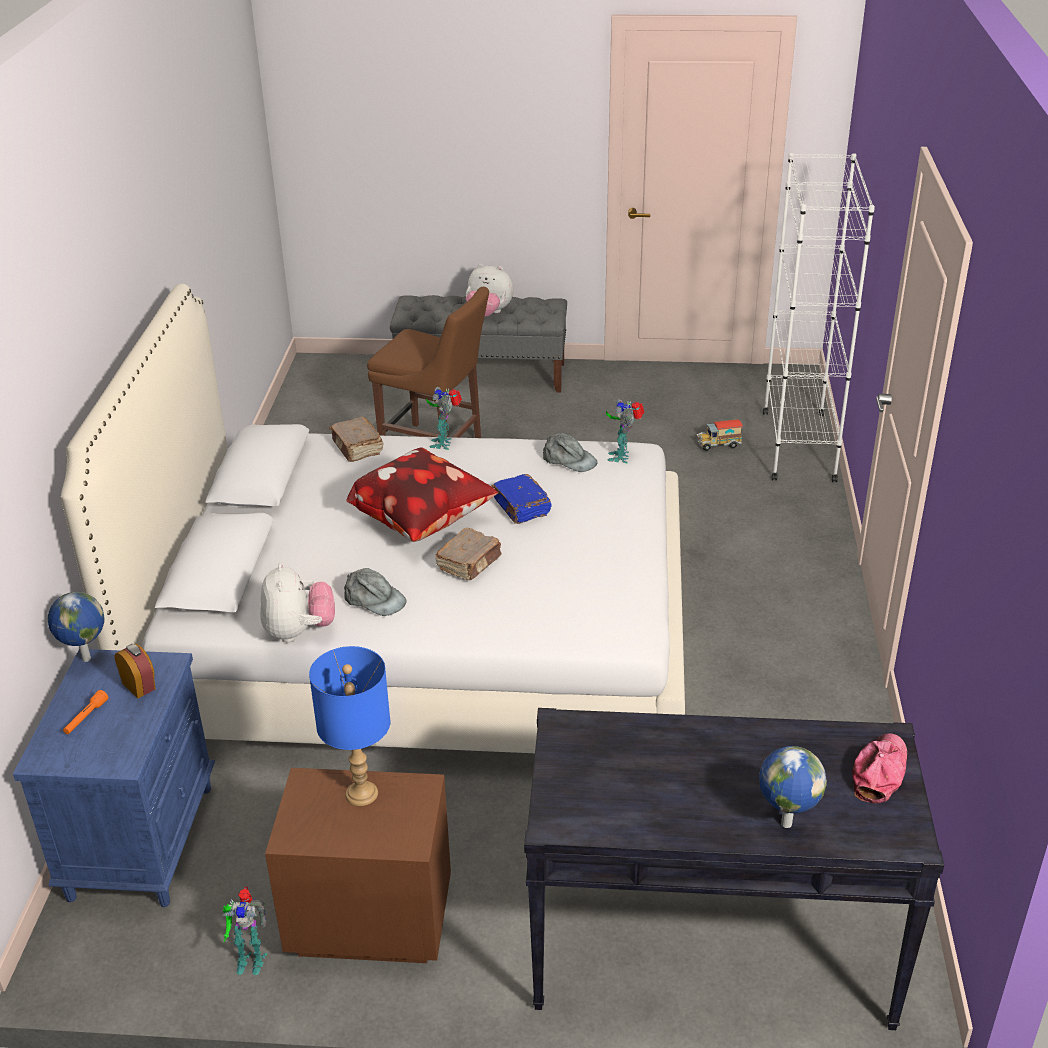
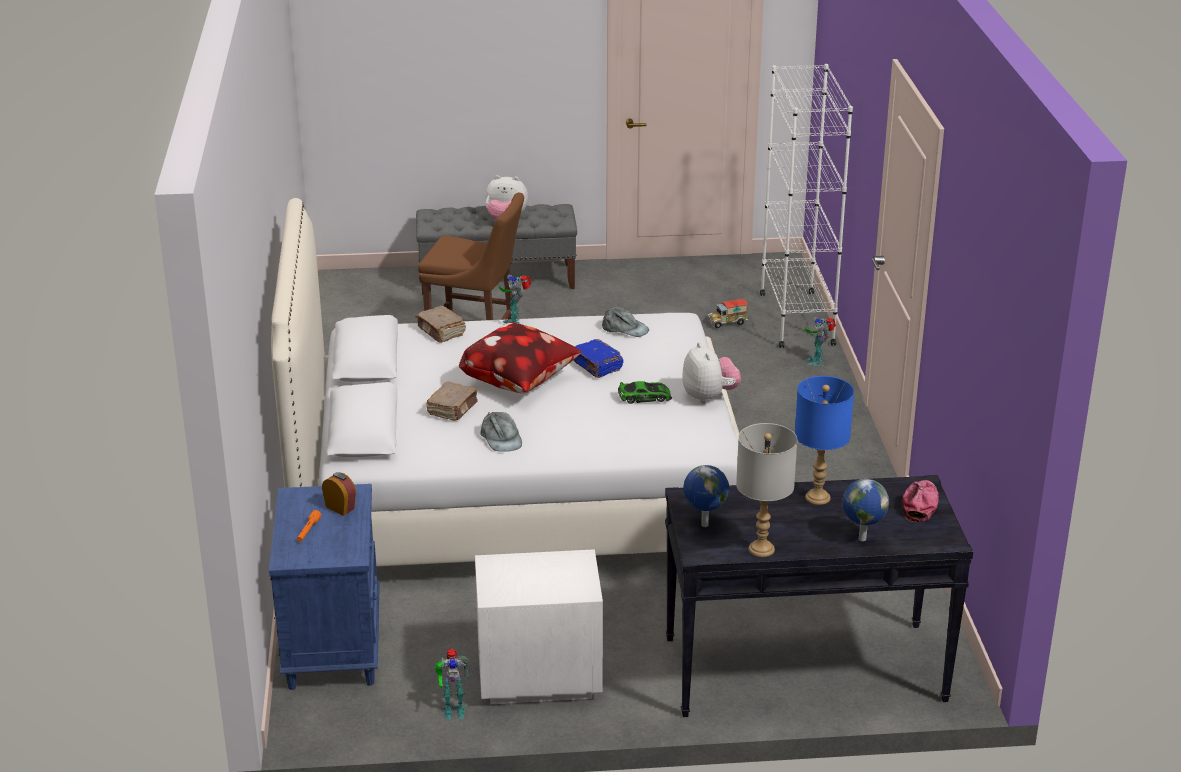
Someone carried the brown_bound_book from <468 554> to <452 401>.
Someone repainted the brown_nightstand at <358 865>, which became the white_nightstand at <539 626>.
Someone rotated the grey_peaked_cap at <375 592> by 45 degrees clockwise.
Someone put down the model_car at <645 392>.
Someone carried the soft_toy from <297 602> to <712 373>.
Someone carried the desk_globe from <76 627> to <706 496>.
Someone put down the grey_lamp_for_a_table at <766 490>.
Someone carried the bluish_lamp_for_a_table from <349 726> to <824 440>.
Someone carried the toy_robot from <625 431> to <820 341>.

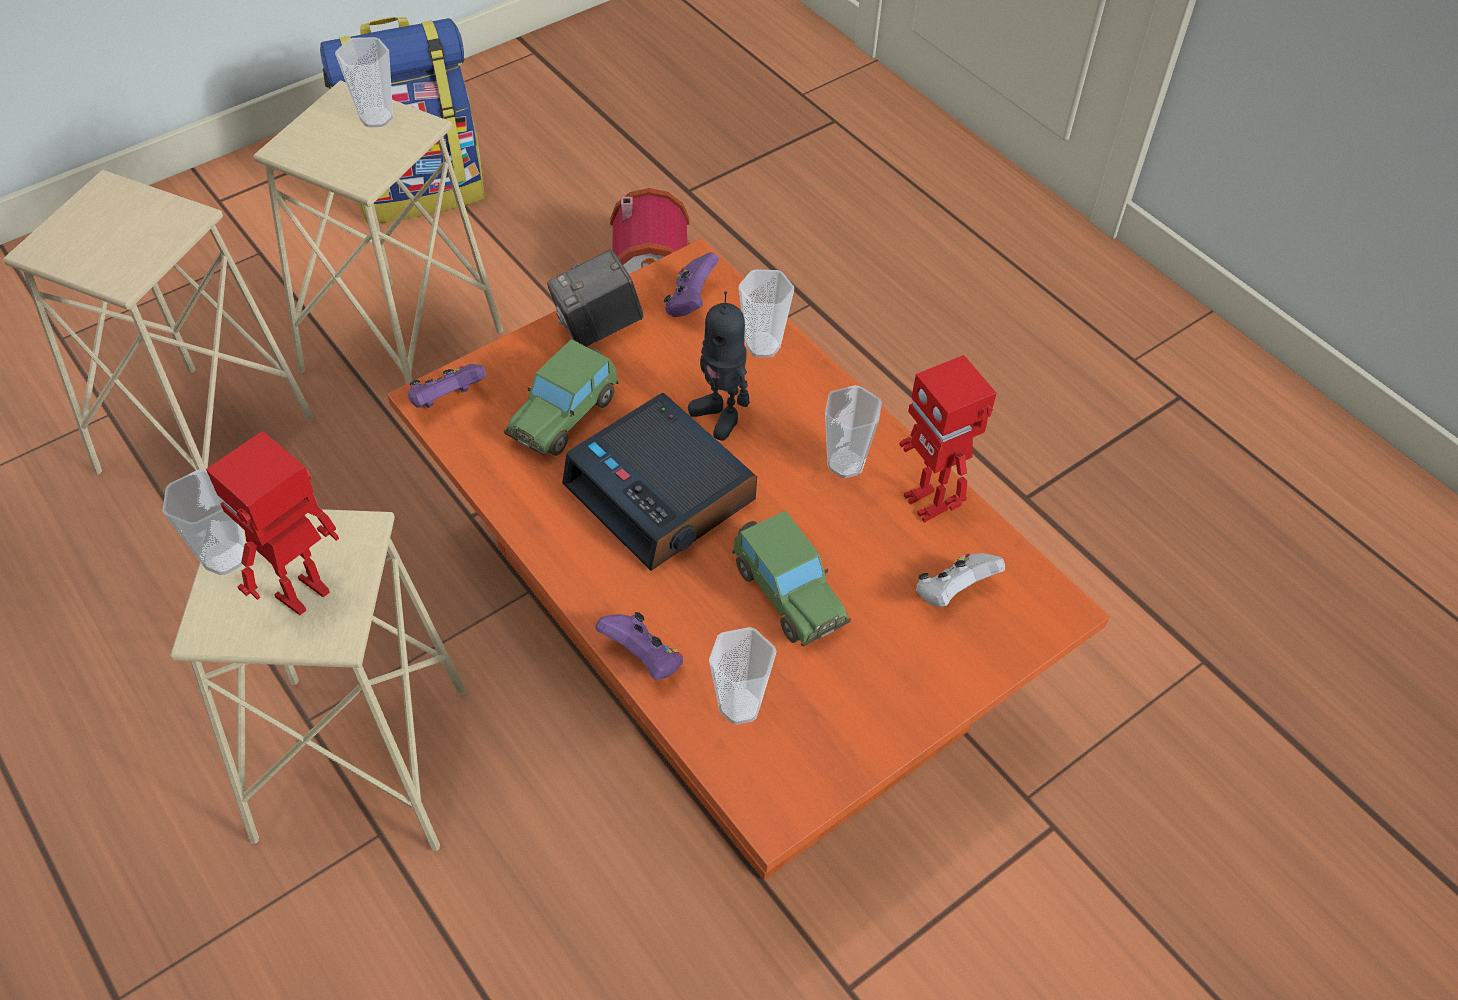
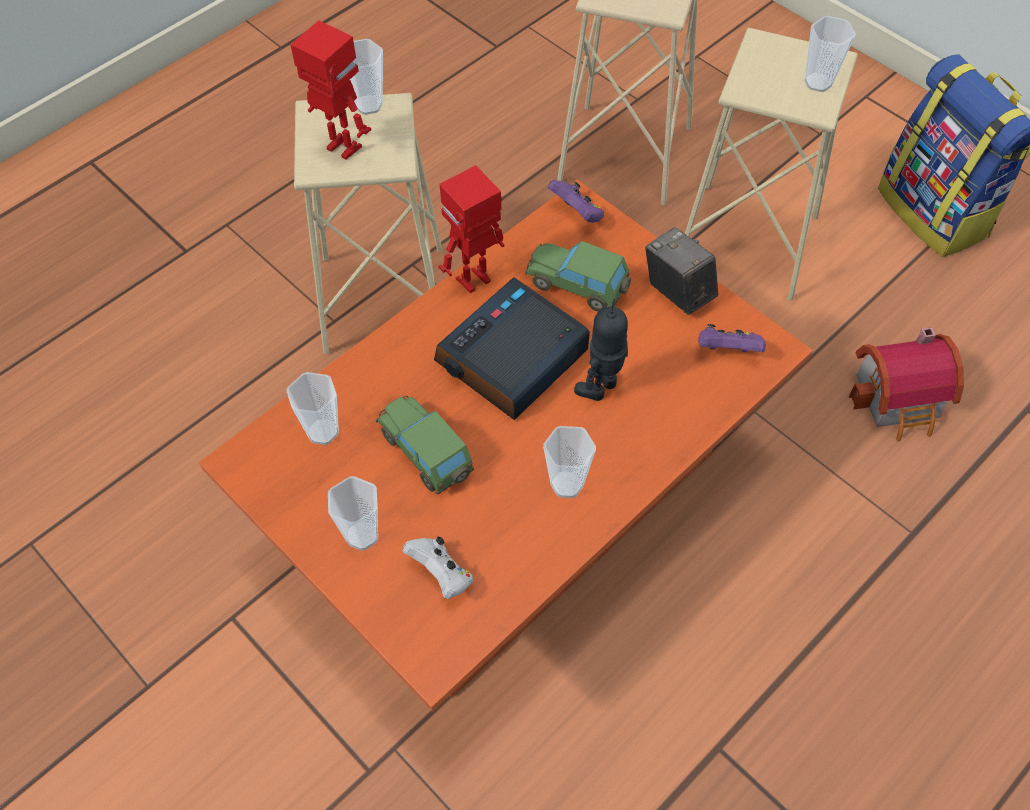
Someone carried the drinking_cup from <766 313> to <353 513>.
Someone rotated the model_car at <791 578> by 90 degrees clockwise.
Someone carried the toy_robot from <948 439> to <471 229>.
Someone took away the purple_gamepad at <639 646>.

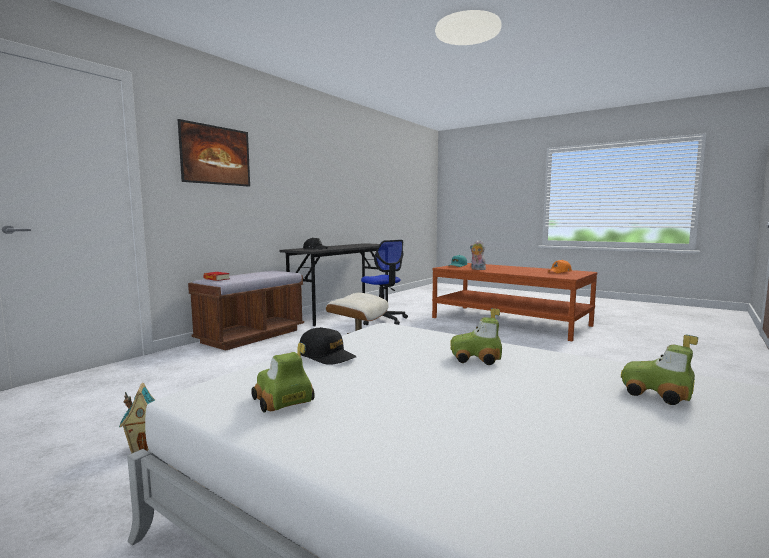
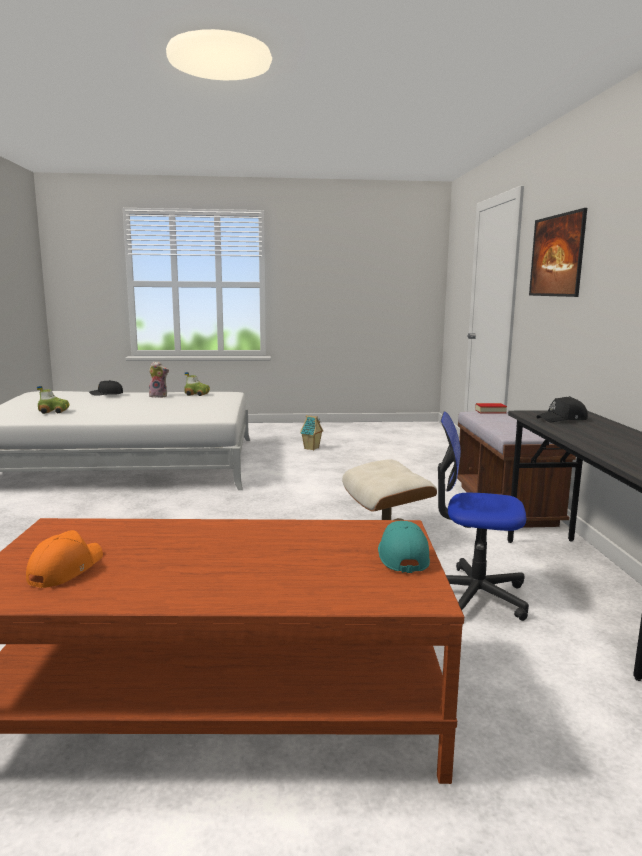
Someone carried the black_peaked_cap from <328 346> to <106 388>.
Someone carried the soft_toy from <478 255> to <159 380>.
Someone took away the model_car at <476 336>.

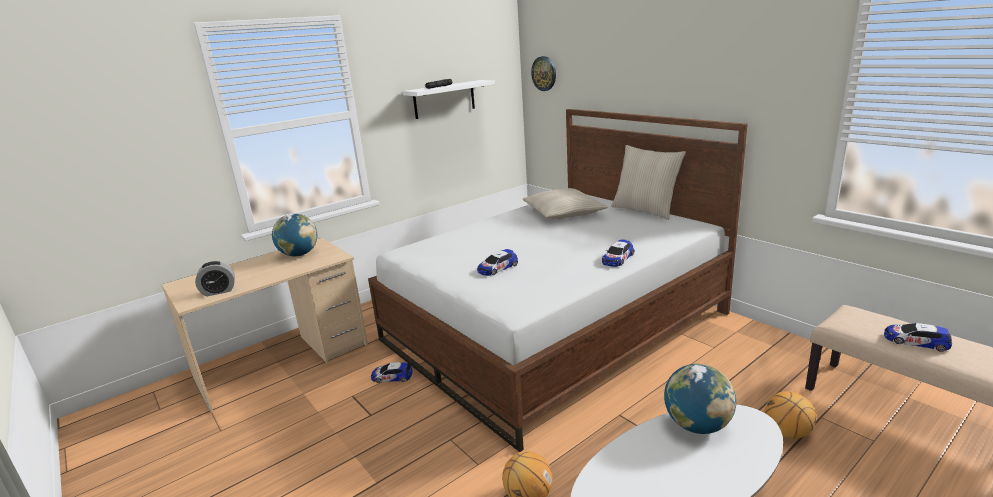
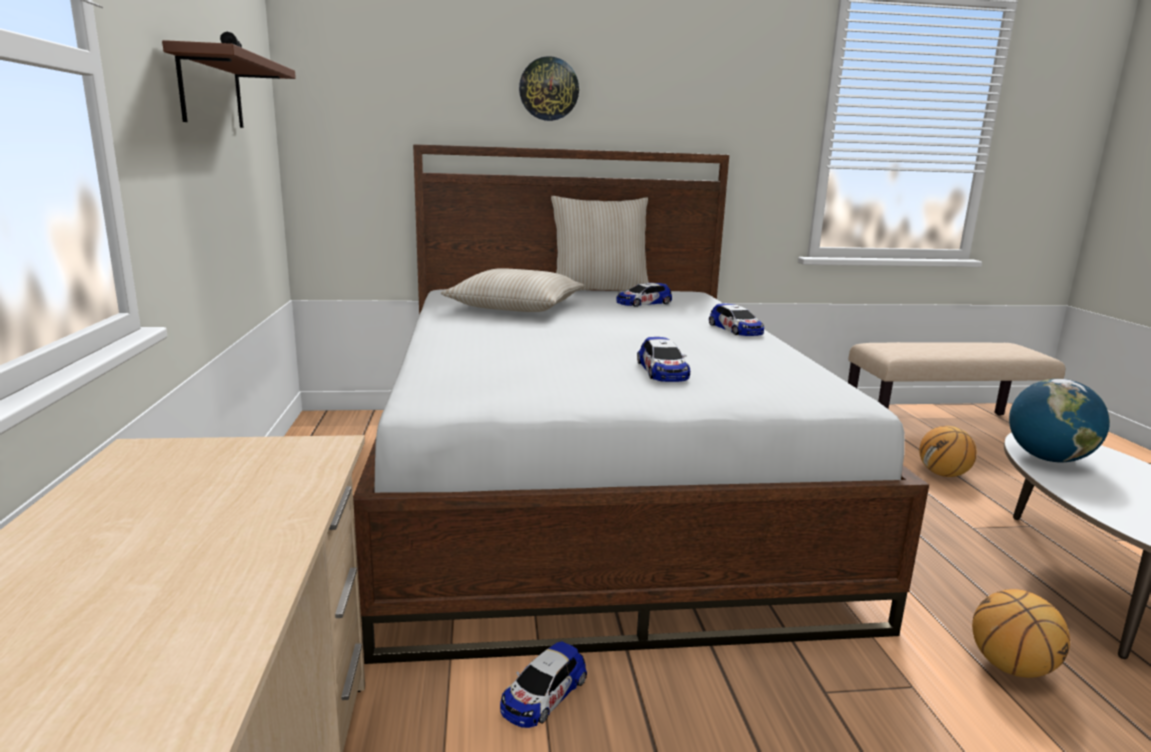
Someone repainted the white_wall_shelf at <449 99>, which became the brown_wall_shelf at <229 84>.
Someone carried the wall_clock from <543 73> to <549 88>.
Someone carried the model_car from <918 337> to <644 295>.
Someone took away the table_clock at <215 278>.
Someone took away the desk_globe at <294 235>.

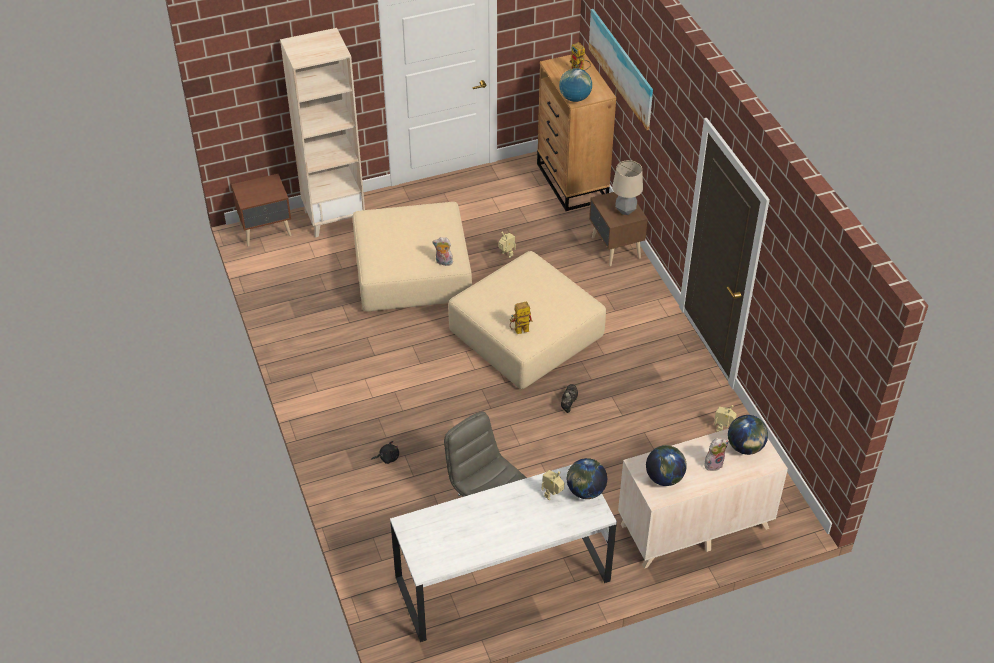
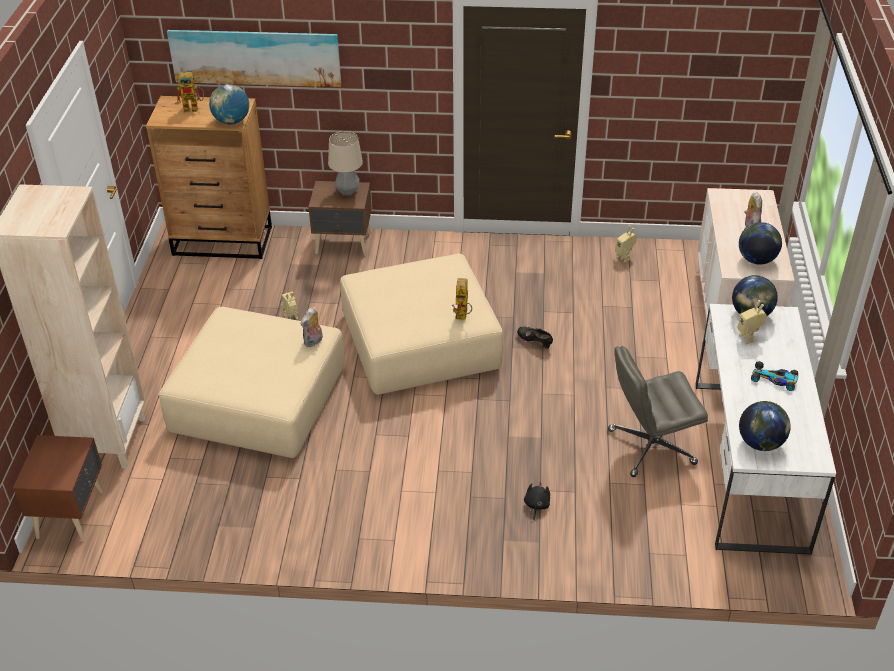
Someone carried the desk_globe from <748 435> to <765 426>.
Someone put down the model_car at <774 376>.

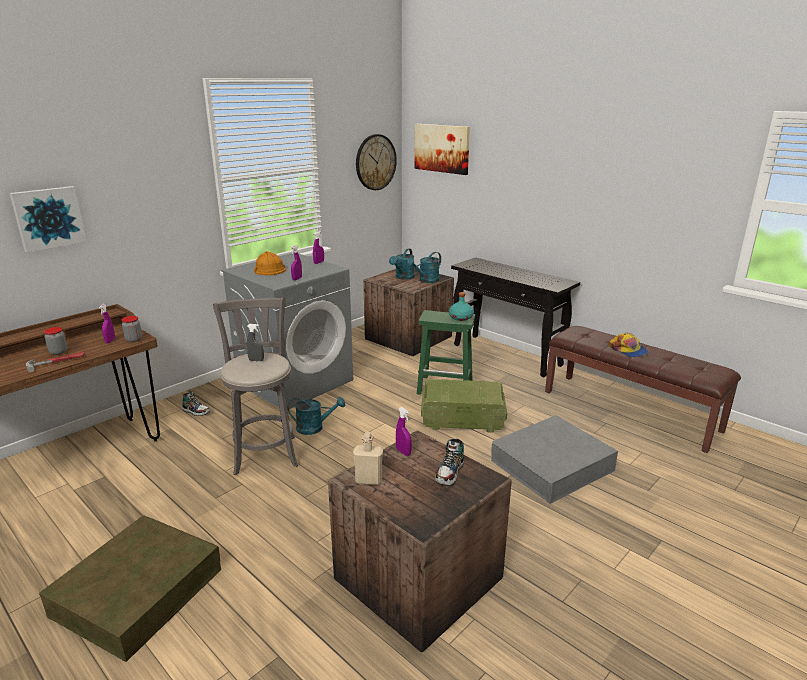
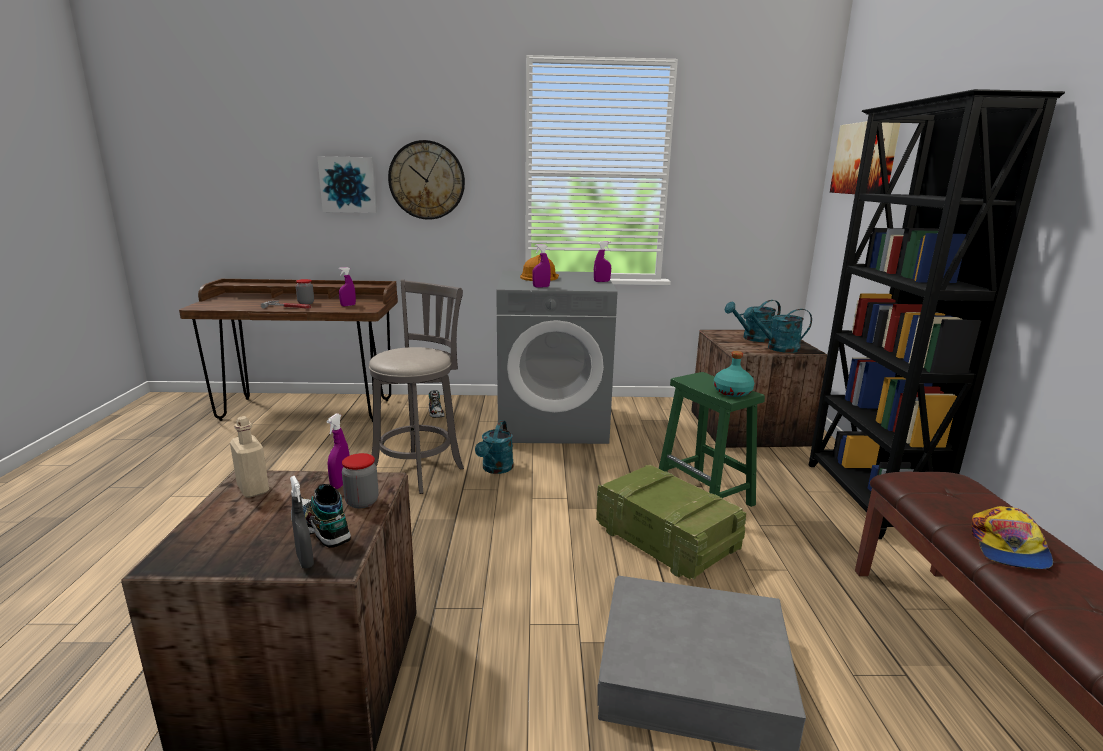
Someone carried the grey_spray_bottle from <255 343> to <302 522>.
Someone rotated the shoe at <449 462> by 60 degrees clockwise.
Someone carried the jar from <132 329> to <360 480>.
Someone carried the wall_clock from <376 162> to <426 180>.
Someone rotated the blue-green_watering_can at <316 416> by 60 degrees clockwise.
Someone swapped the black_console_table at <515 317> for the black_bookshelf at <937 314>.
Someone took away the brown_storage_box at <130 588>.

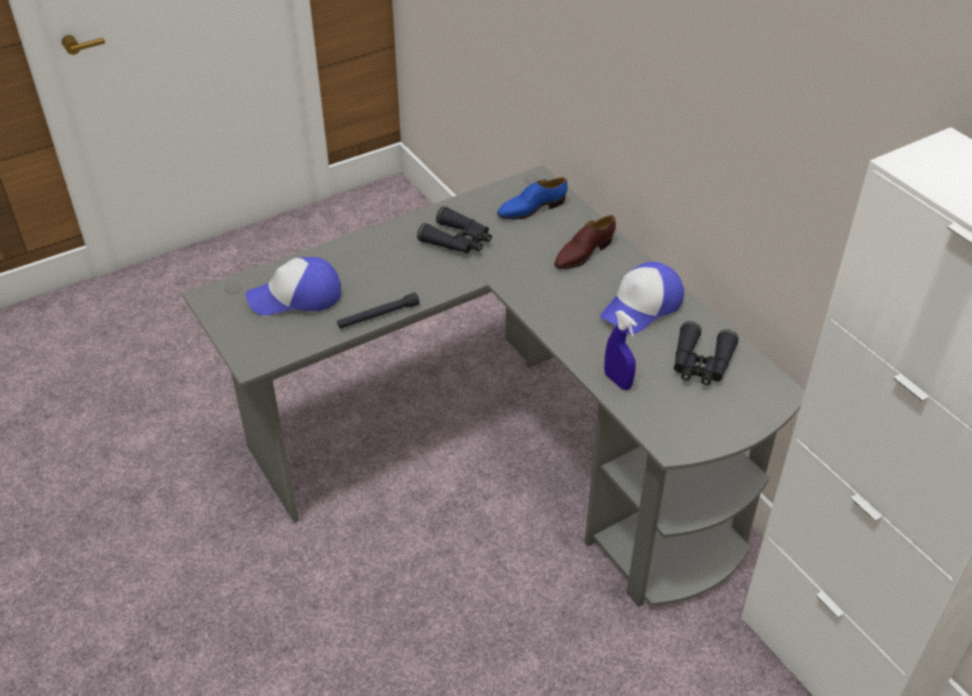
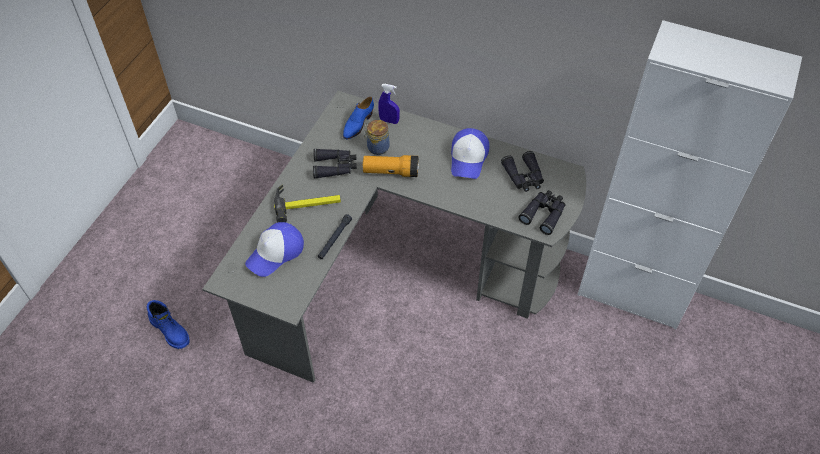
Someone put down the bluish_boot at <168 324>.
Someone put down the hand_hammer at <307 204>.
Someone put down the hand_torch at <391 166>.
Someone put down the jar at <377 137>.
Someone carried the bluish_spray_bottle from <620 350> to <389 104>.
Someone put down the black_binoculars at <542 212>.
Someone took away the brown_shoe at <585 242>.

